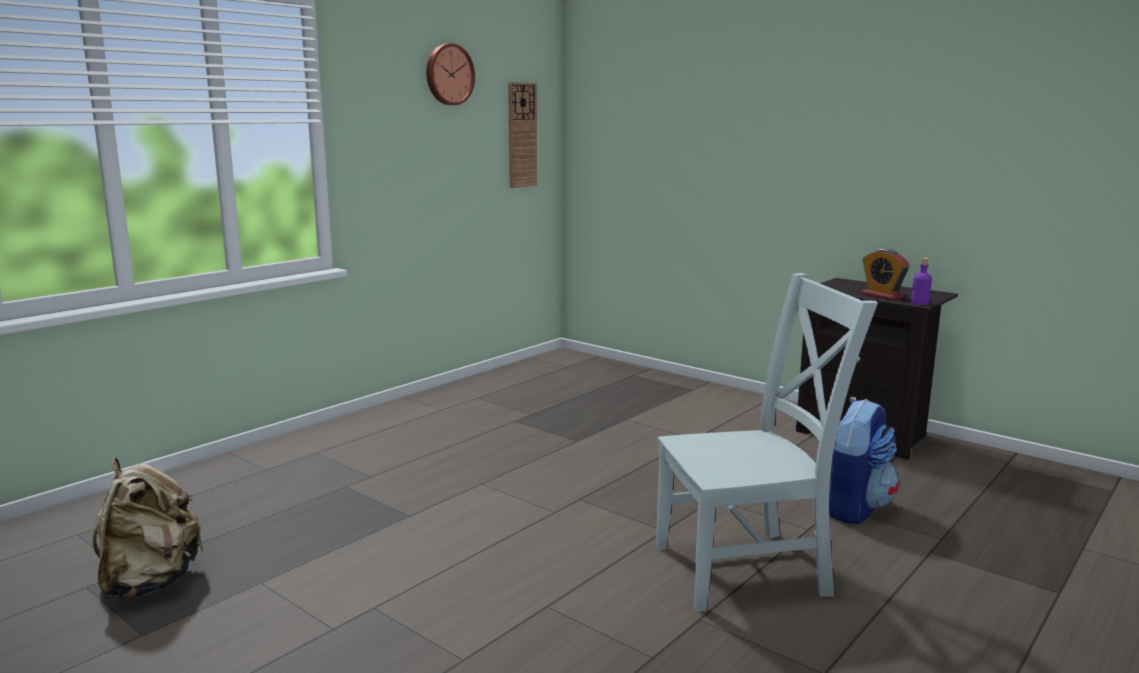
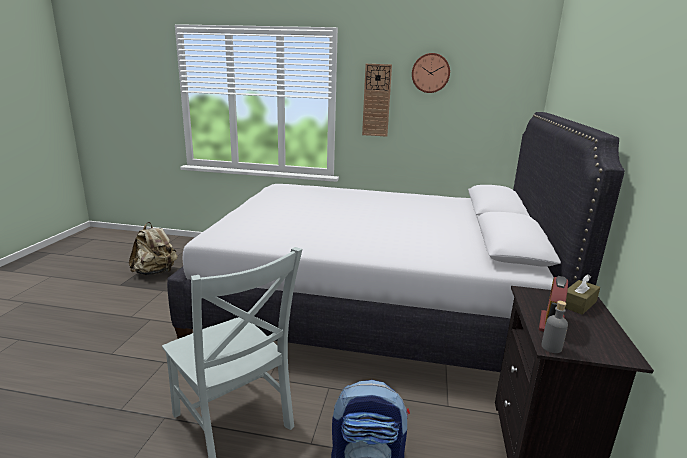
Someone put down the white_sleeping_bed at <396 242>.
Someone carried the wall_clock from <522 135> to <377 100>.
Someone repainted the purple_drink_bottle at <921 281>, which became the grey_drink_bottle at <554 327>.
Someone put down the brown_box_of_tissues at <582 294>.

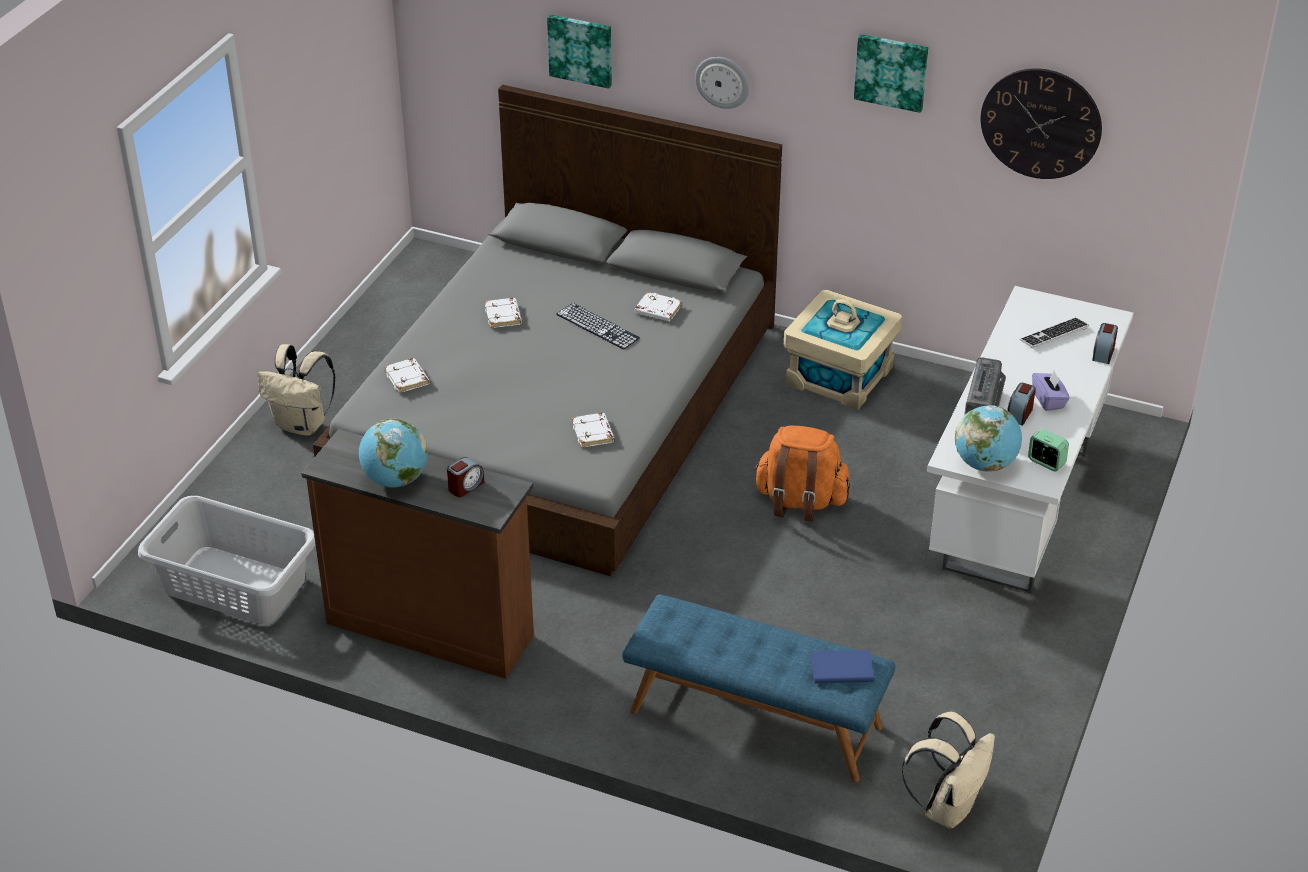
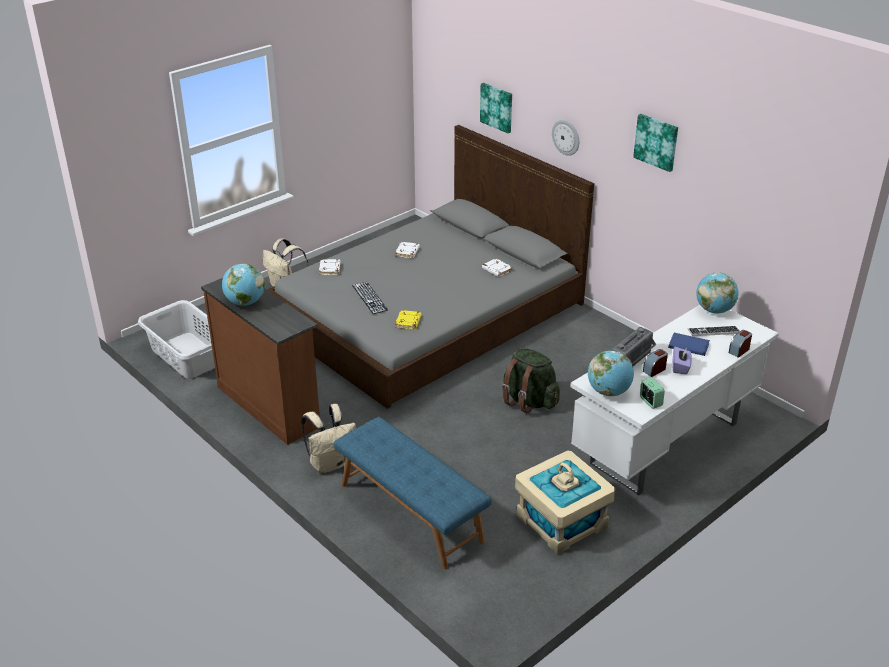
Someone carried the sand-coloured_backpack from <948 770> to <328 438>.
Someone carried the keyboard from <598 326> to <370 298>.
Someone repainted the white_bound_book at <593 430>, which became the yellow_bound_book at <408 319>.
Someone repainted the orange_backpack at <802 473>, which became the green-coloured_backpack at <531 380>.
Someone carried the sand-coloured_storage_box from <843 350> to <565 503>.
Someone carried the bluish_bound_book from <842 667> to <689 344>.
Someone put down the desk_globe at <717 293>.
Someone took away the table_clock at <465 477>.
Someone took away the wall_clock at <1041 123>.

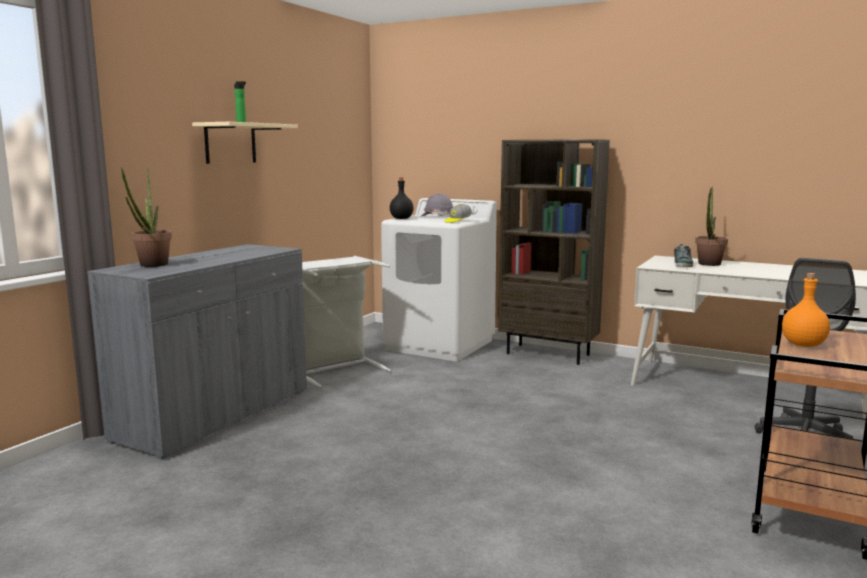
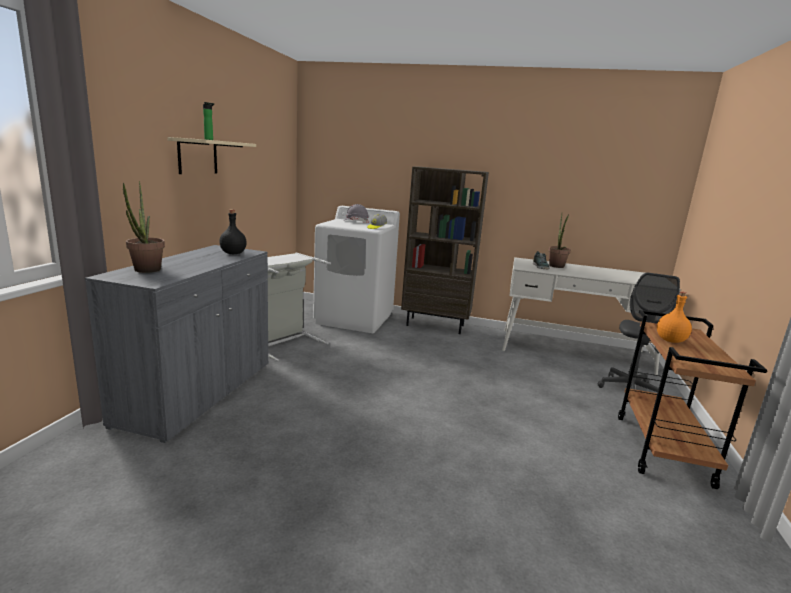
Someone carried the black_drink_bottle from <401 198> to <233 232>.

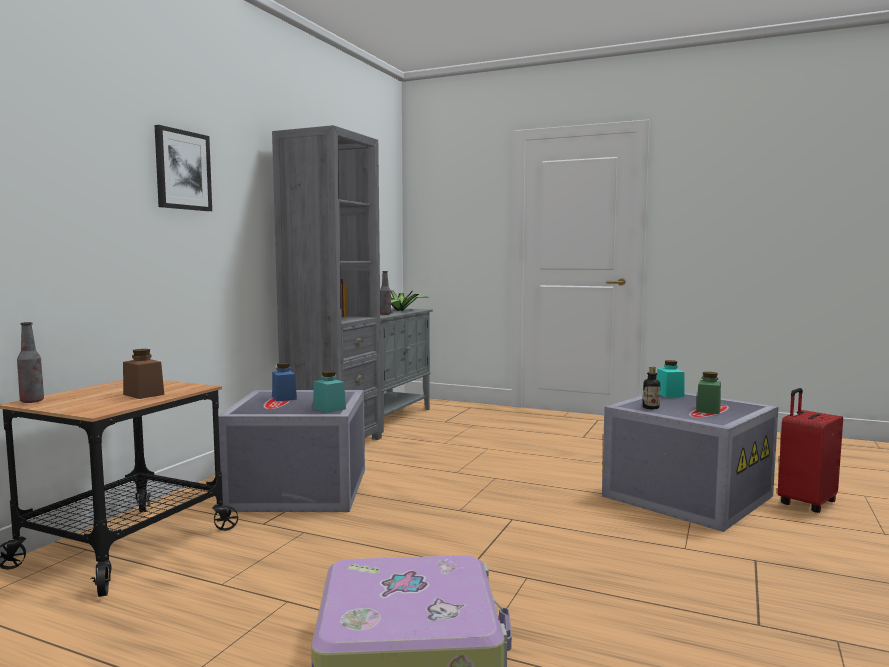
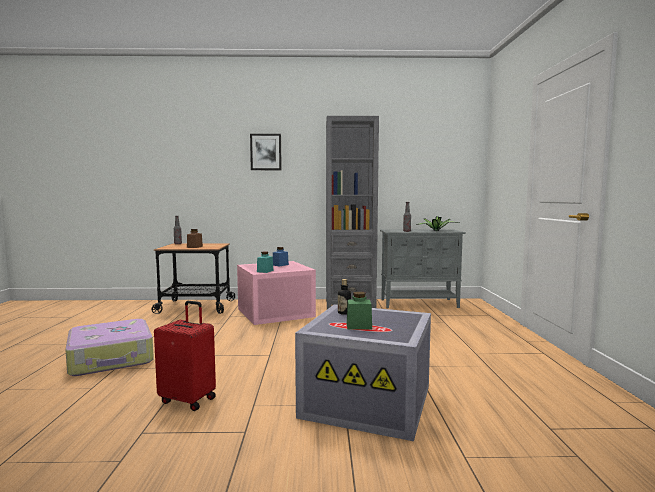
Someone carried the red-coloured_travel_case from <810 450> to <185 356>.
Someone repainted the grey_storage_box at <291 451>, which became the pinkish_storage_box at <276 293>.
Someone took away the blue-green_jar at <670 379>.

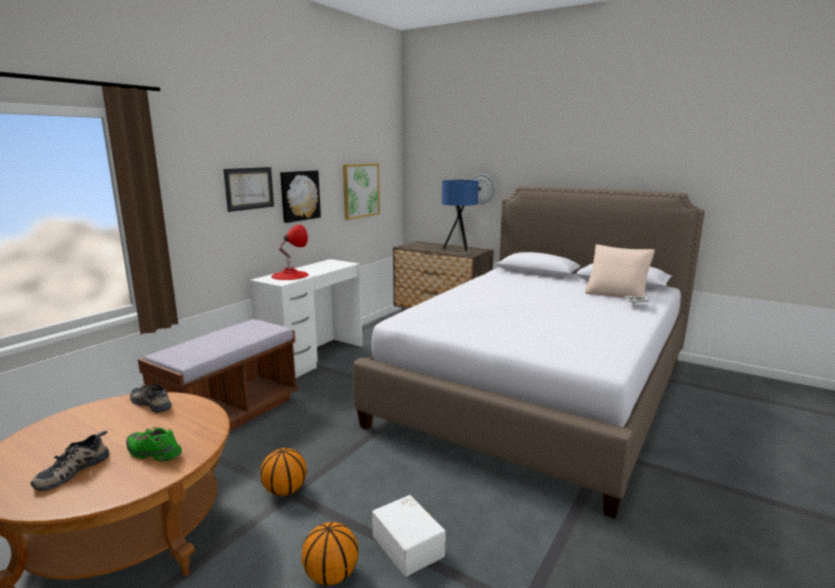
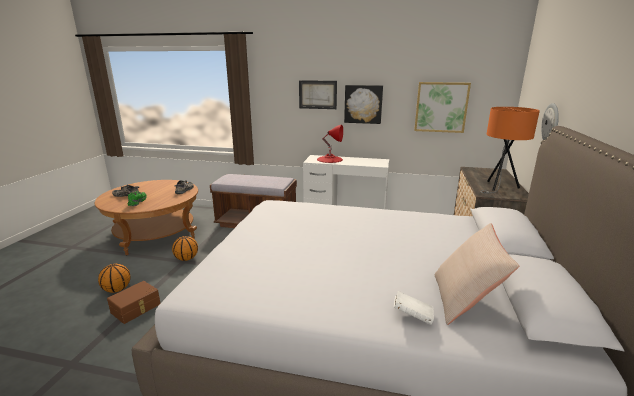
Someone repainted the white_storage_box at <409 536>, which became the brown_storage_box at <133 302>.
Someone repainted the bluish_lamp_for_a_table at <460 217>, which became the orange_lamp_for_a_table at <510 150>.

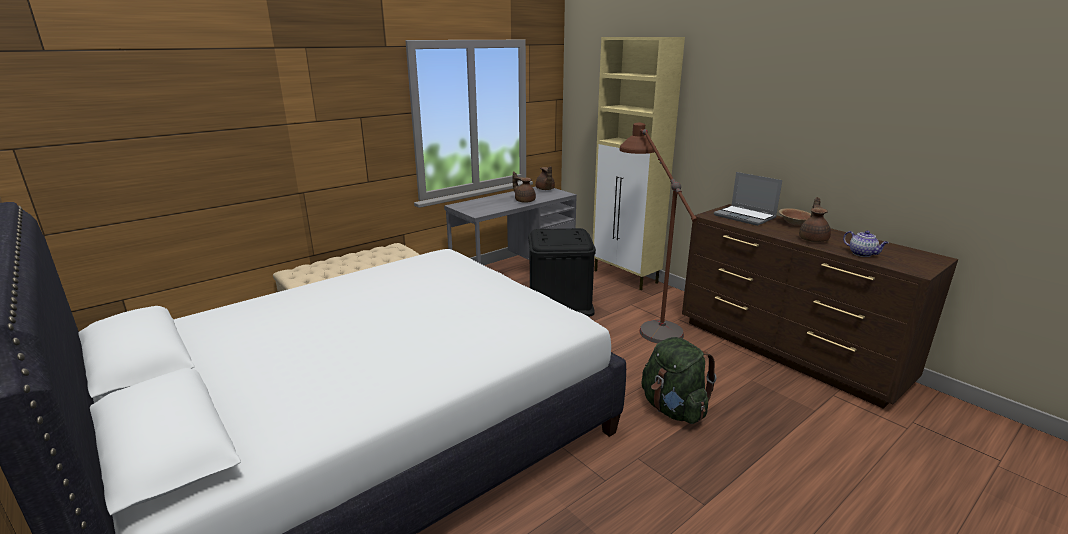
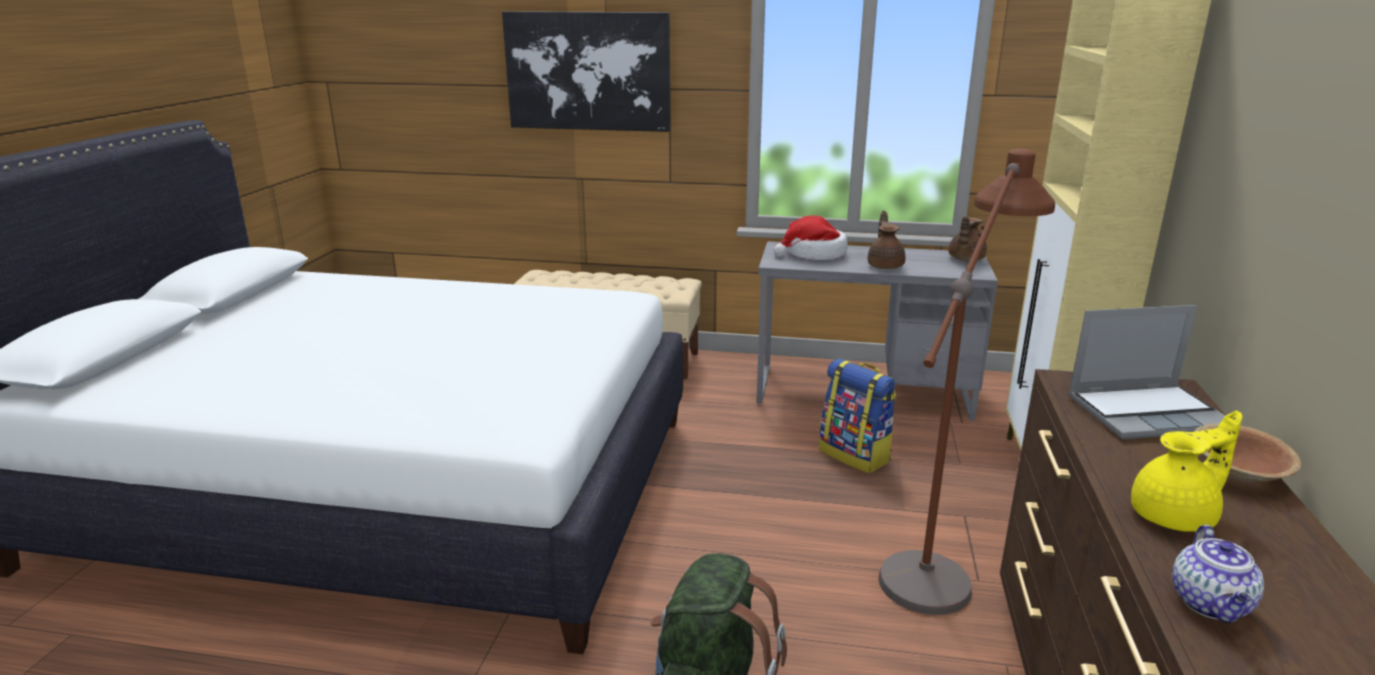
Someone put up the wall_art at <586 71>.
Someone put down the hat at <810 237>.
Someone swapped the black_storage_box at <562 272> for the backpack at <858 416>.
Someone rotated the notebook_computer at <748 199> by 105 degrees counterclockwise.
Someone repainted the brown_teapot at <815 219>, which became the yellow_teapot at <1186 471>.

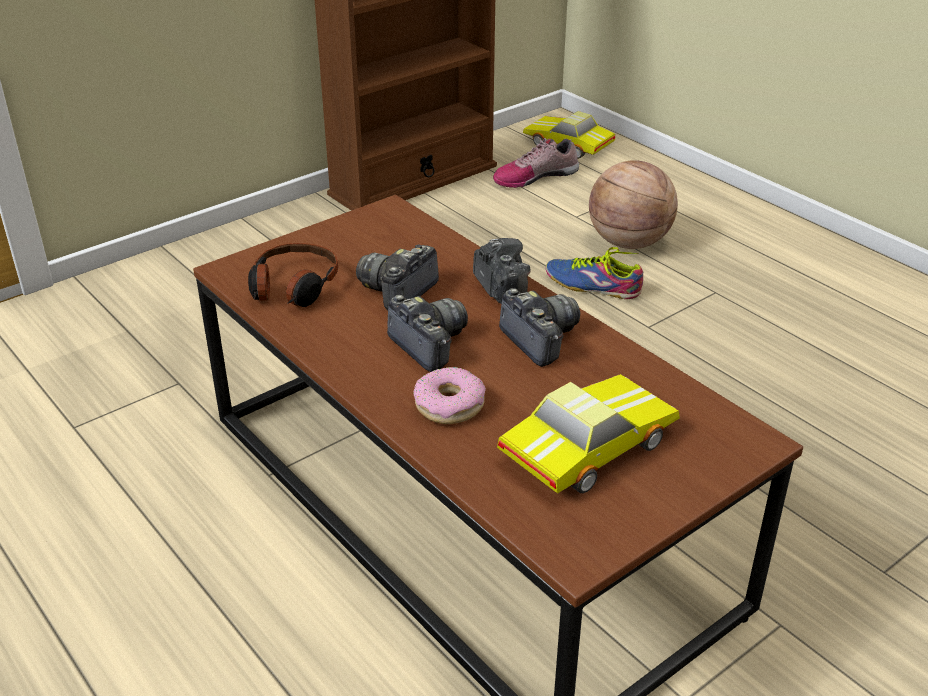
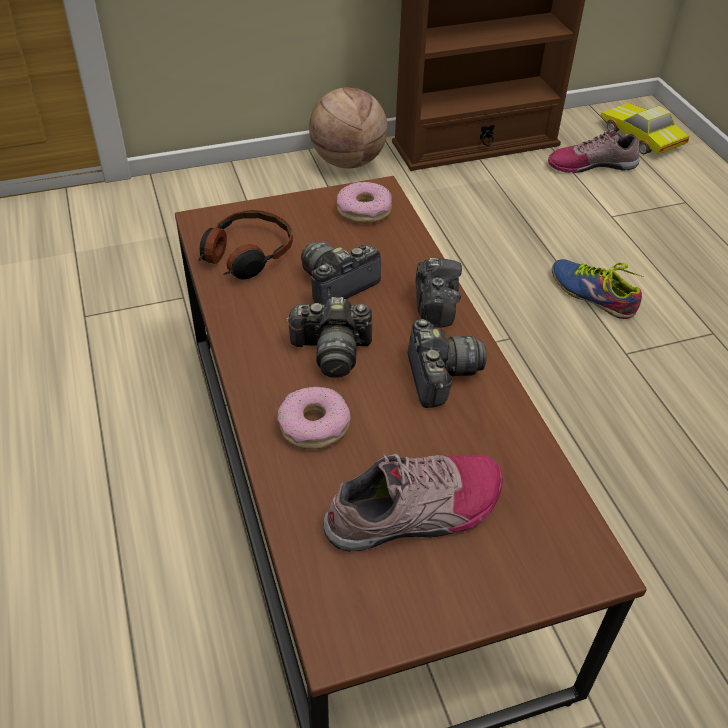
Someone rotated the still_camera at <427 333> by 105 degrees clockwise.
Someone carried the basketball_ball from <633 204> to <348 127>.
Someone swapped the model_car at <588 433> for the shoe at <413 503>.
Someone put down the ring_doughnut at <364 203>.

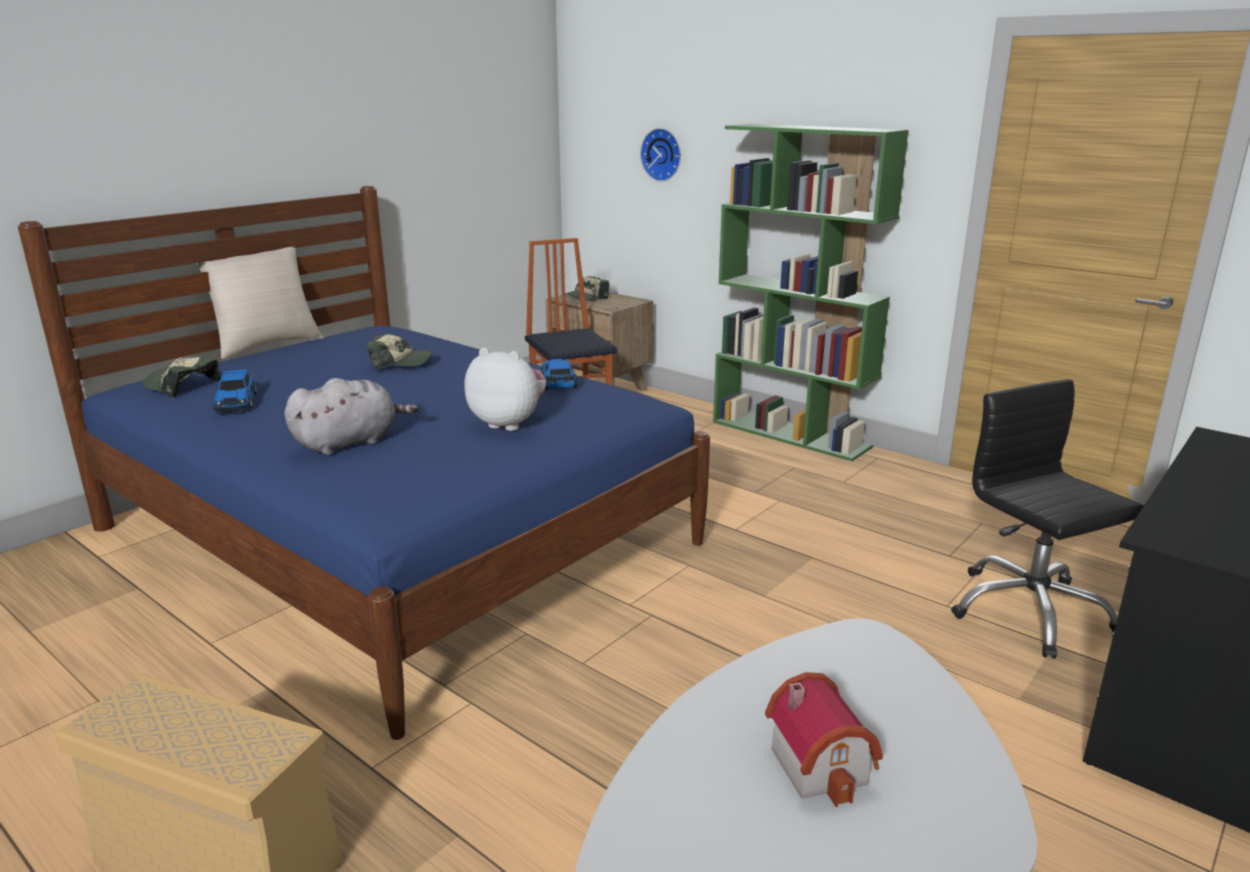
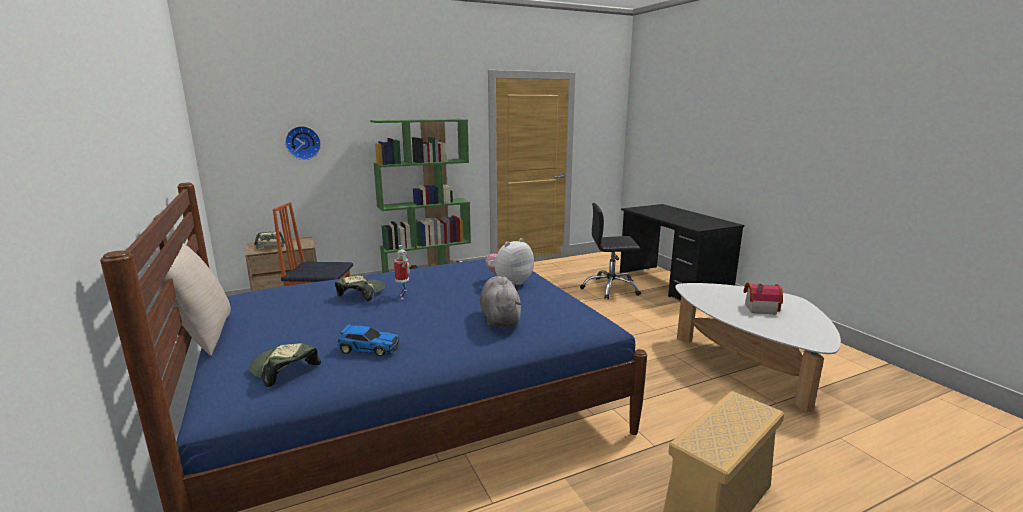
Someone rotated the peaked_cap at <182 377> by 75 degrees clockwise.
Someone put down the toy_robot at <402 272>.
Someone took away the model_car at <559 374>.

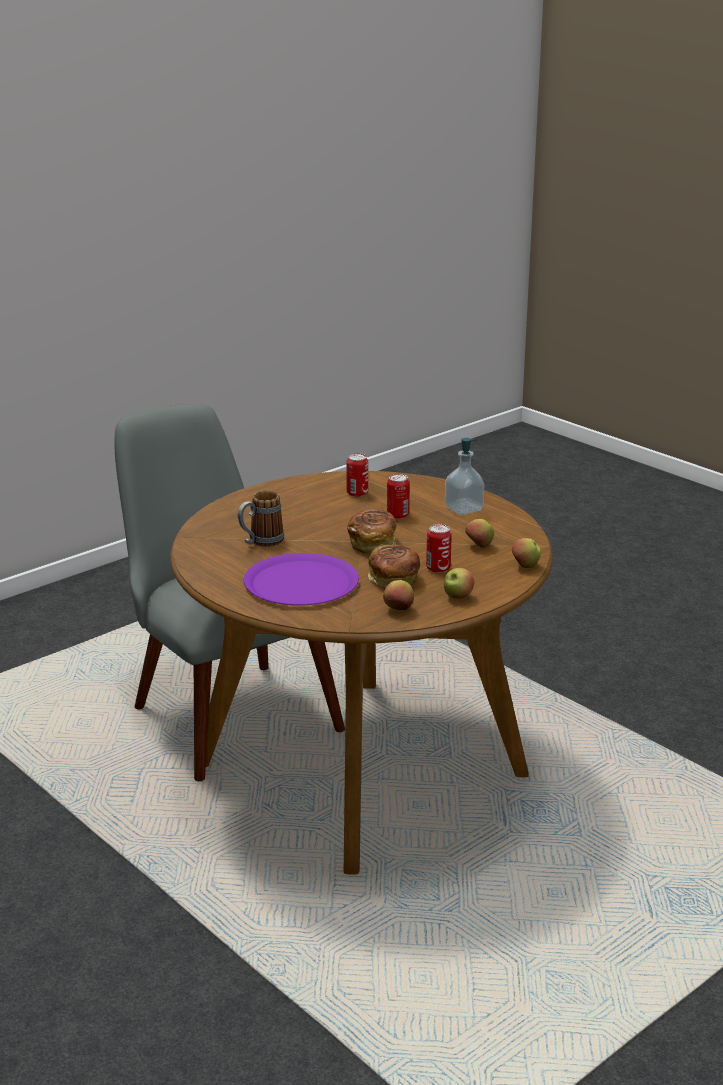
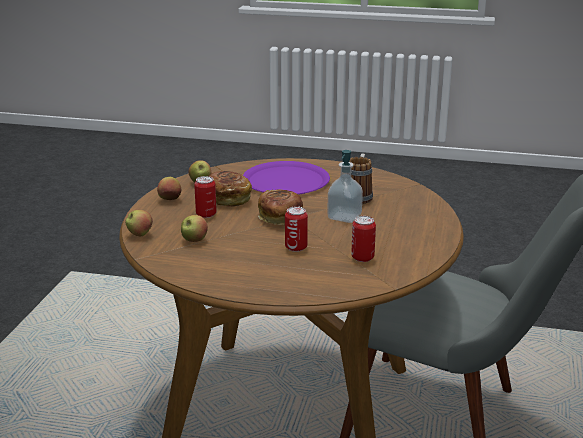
Someone carried the liquid_soap_bottle from <464 476> to <345 186>.

